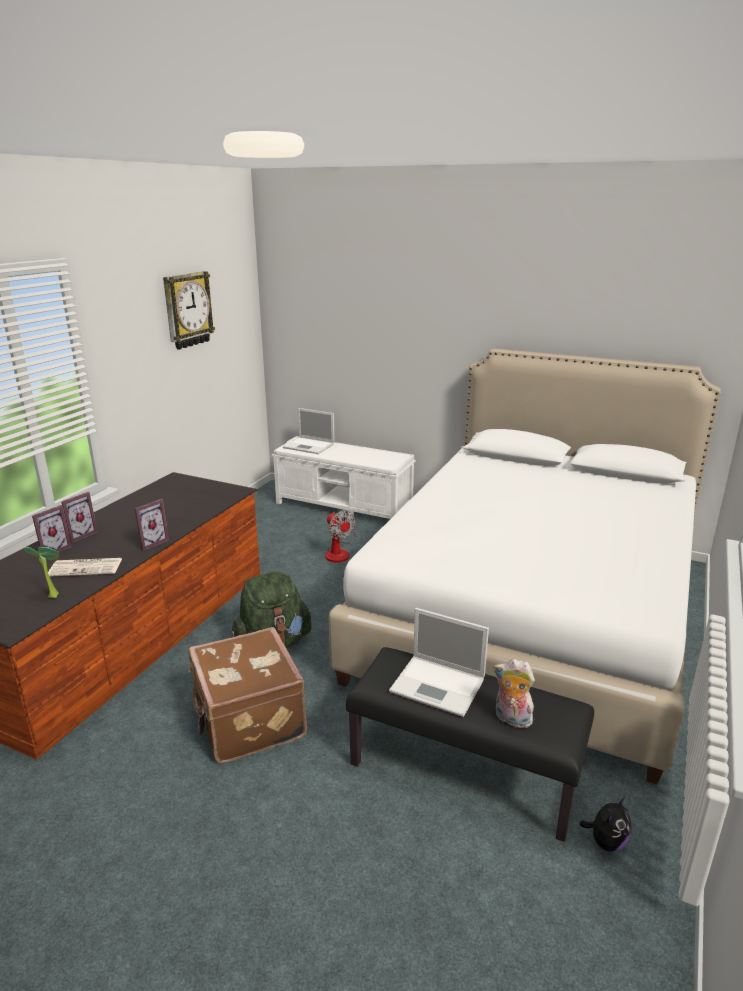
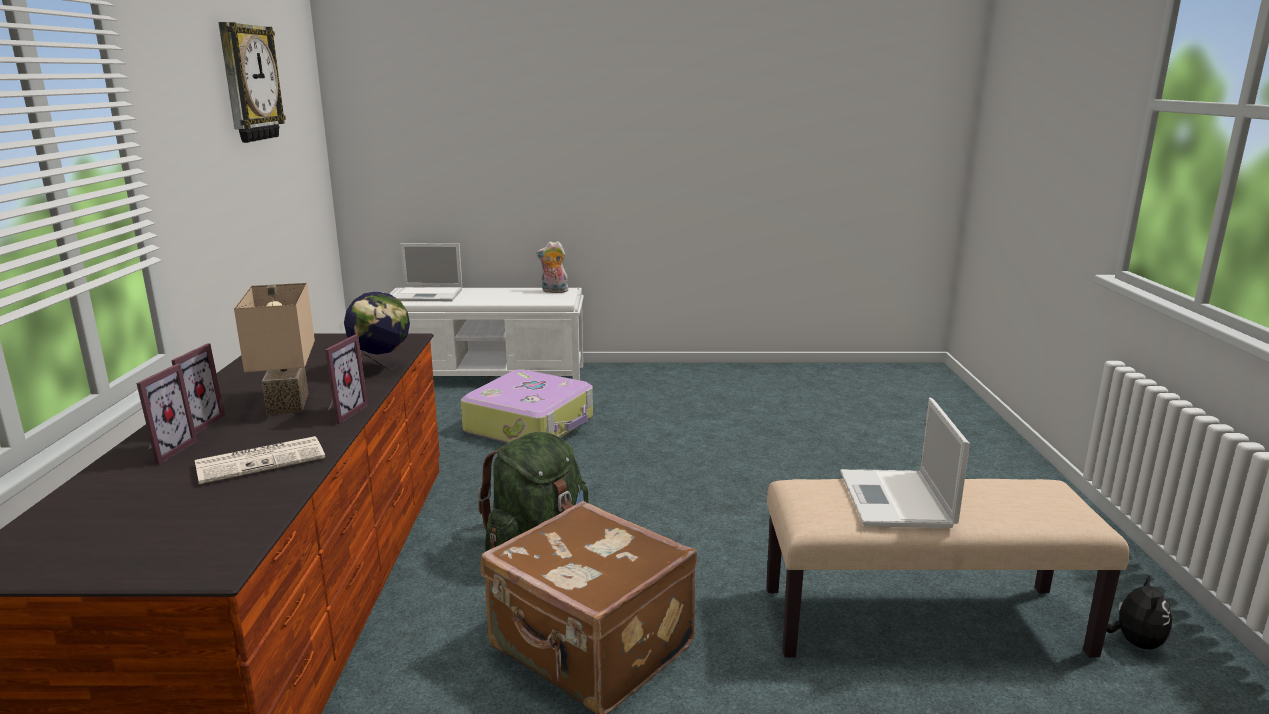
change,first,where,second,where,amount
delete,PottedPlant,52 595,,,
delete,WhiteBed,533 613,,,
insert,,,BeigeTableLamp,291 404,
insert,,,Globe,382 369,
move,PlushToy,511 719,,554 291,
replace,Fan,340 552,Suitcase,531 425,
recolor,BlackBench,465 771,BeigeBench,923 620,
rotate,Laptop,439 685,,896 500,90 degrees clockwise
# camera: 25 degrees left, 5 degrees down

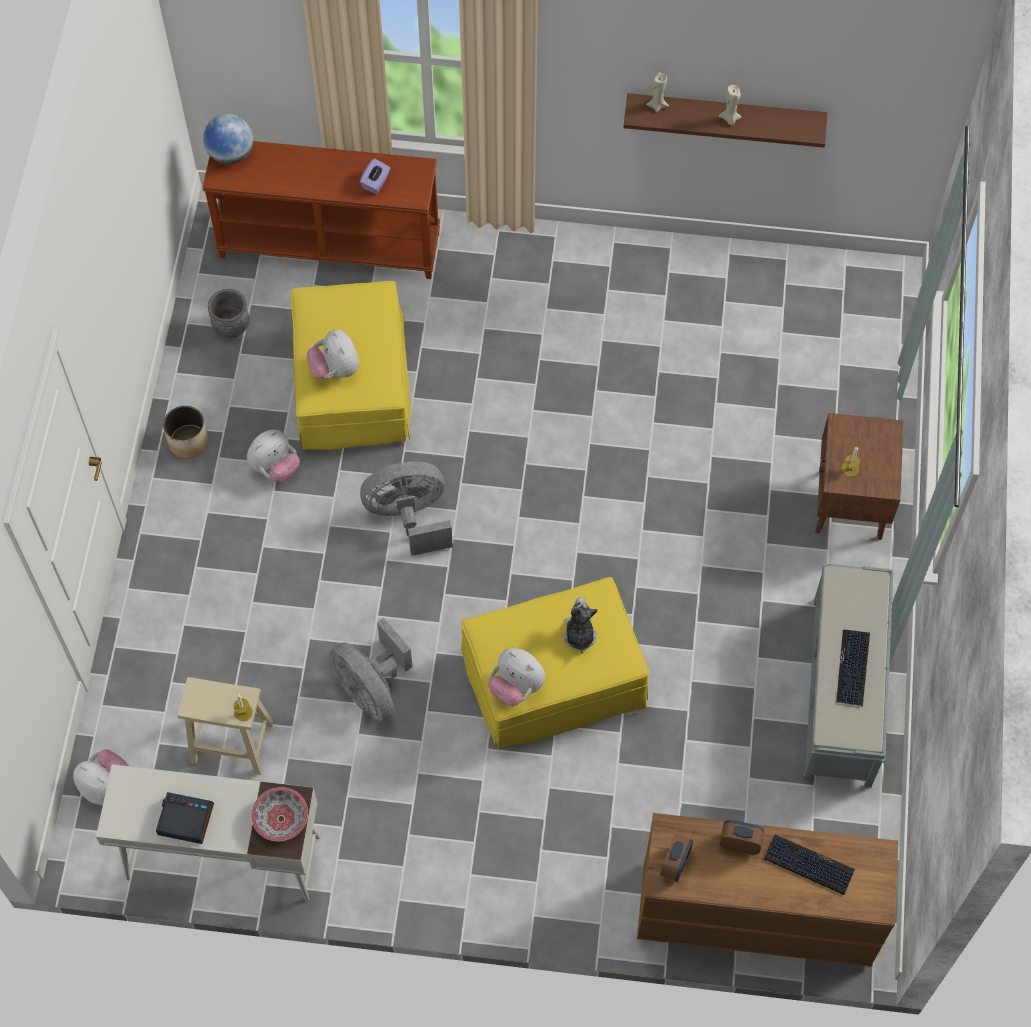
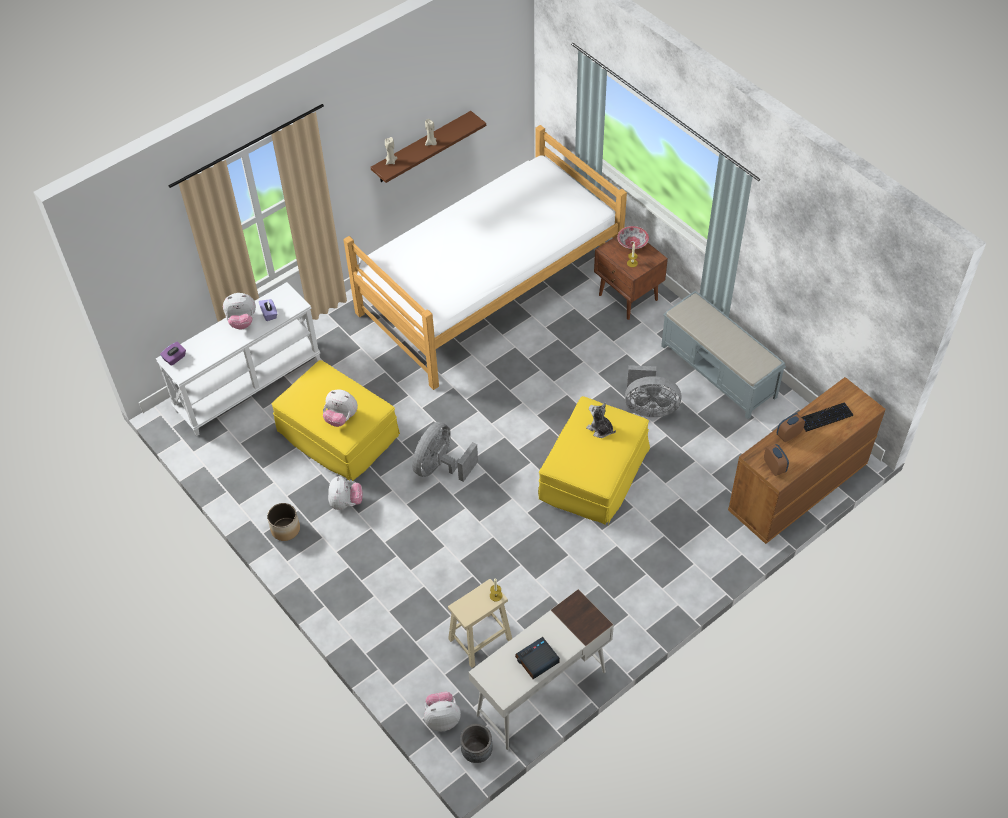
change,first,where,second,where,amount
delete,Keyboard,853 668,,,
insert,,,Bed,490 290,
move,GreyPlanter,231 326,,477 751,
move,Bowl,281 818,,632 243,
move,GreyFan,372 689,,649 408,
move,PlushToy,516 686,,242 321,
replace,Globe,231 154,PurpleTissueBox,175 358,
recolor,BrownConsoleTable,330 243,WhiteConsoleTable,248 384,
# camera: 45 degrees left, 10 degrees down

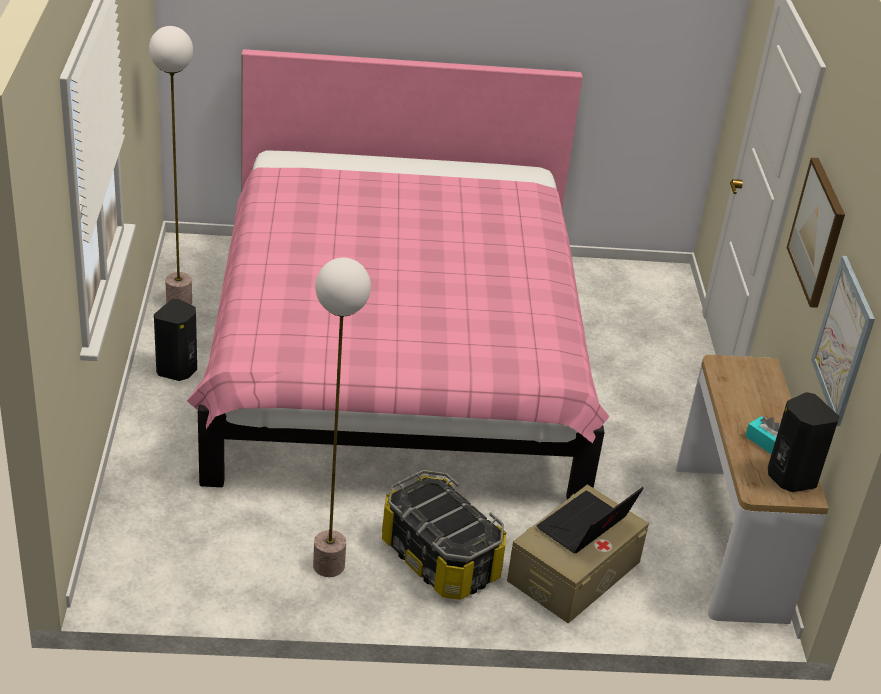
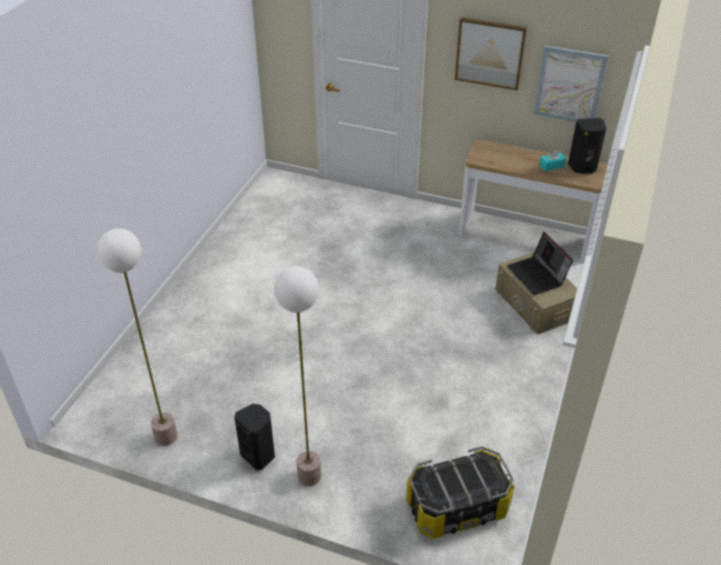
change,first,where,second,where,amount
delete,PinkBed,396 359,,,
move,FloorLamp,328 566,,309 476,
move,StorageBox,439 559,,457 508,
# camera: 65 degrees left, 5 degrees up

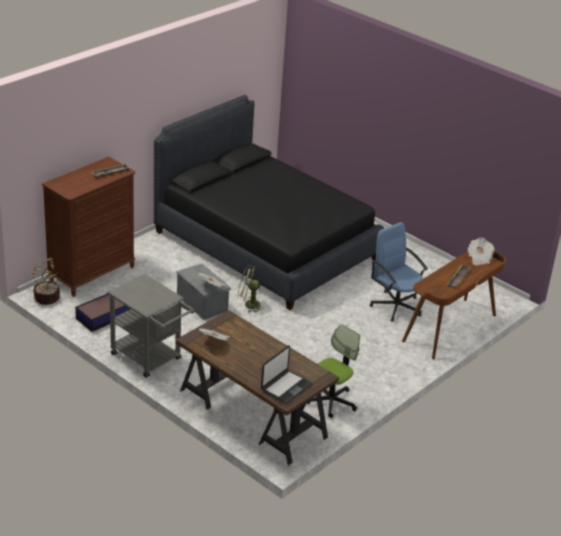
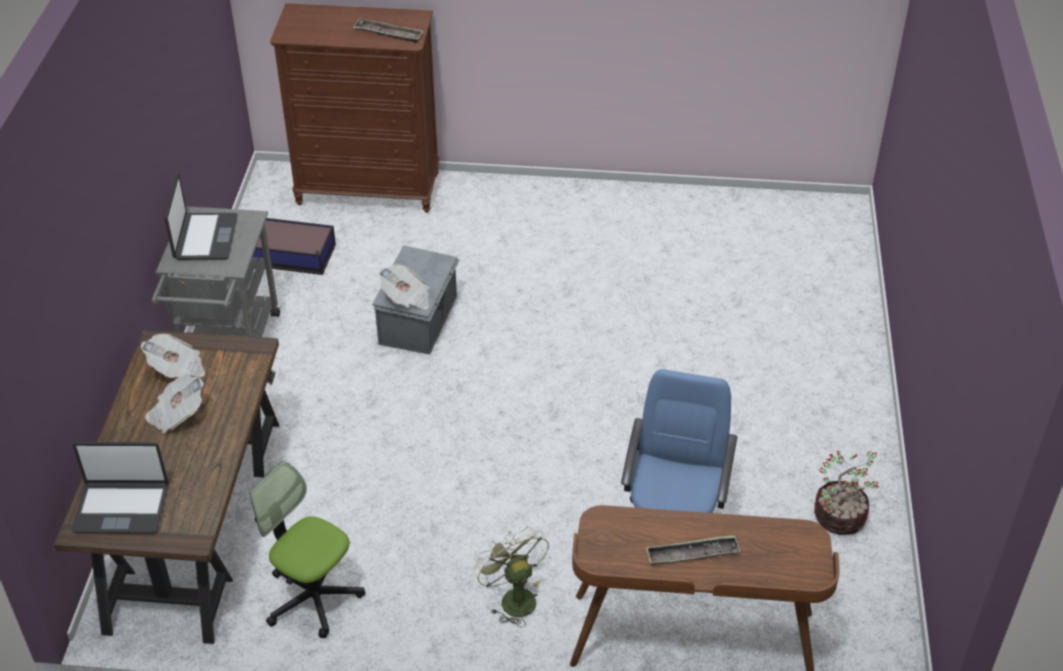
change,first,where,second,where,amount
delete,BlackBed,265 245,,,
insert,,,Laptop,205 238,
move,PottedPlant,47 298,,840 517,
move,GreenFan,248 305,,513 597,
move,Newspaper,479 258,,177 414,
rotate,OfficeChair,331 401,,313 597,150 degrees counterclockwise
# camera: 55 degrees right, 10 degrees up

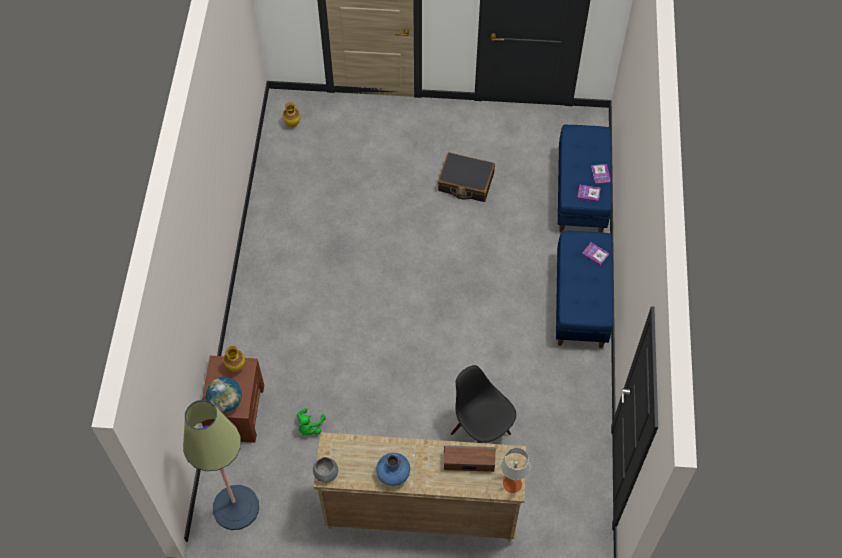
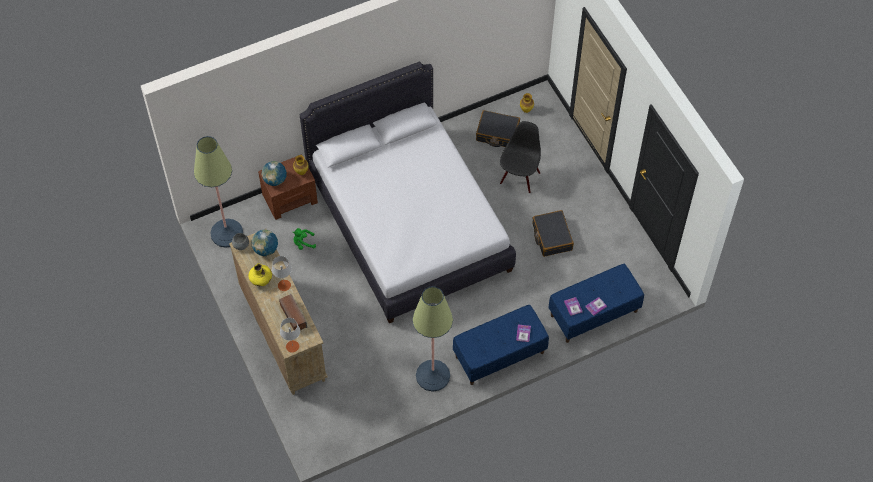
change,first,where,second,where,amount
insert,,,Globe,266 249,
insert,,,GreyTableLamp,284 285,
insert,,,WhiteBed,409 223,
insert,,,FloorLamp,433 375,
insert,,,BlackSuitcase,497 133,
move,BlackChair,481 433,,519 177,
recolor,BlueVase,393 474,YellowVase,261 280,
# camera: 60 degrees right, 0 degrees up

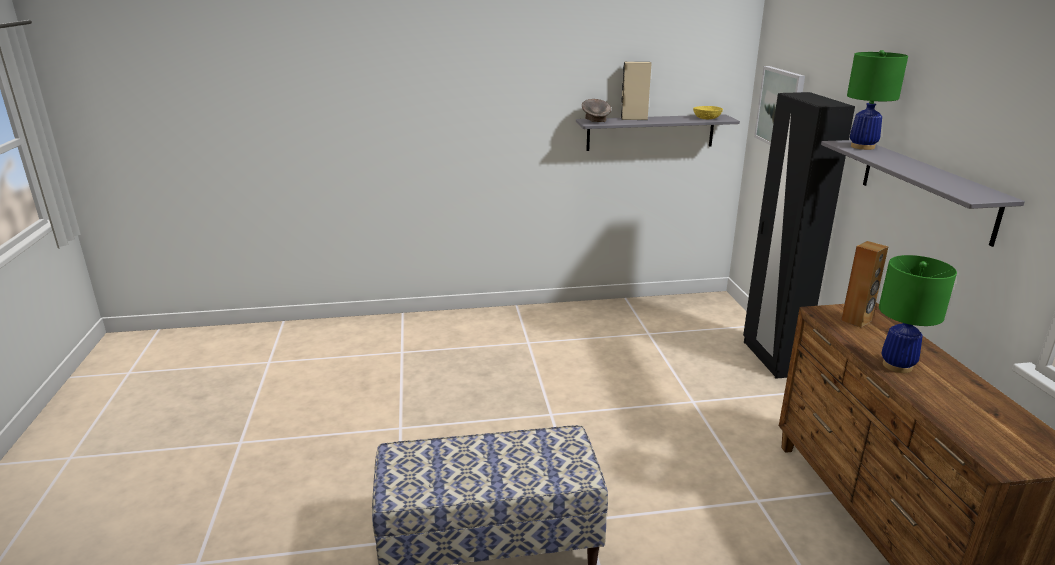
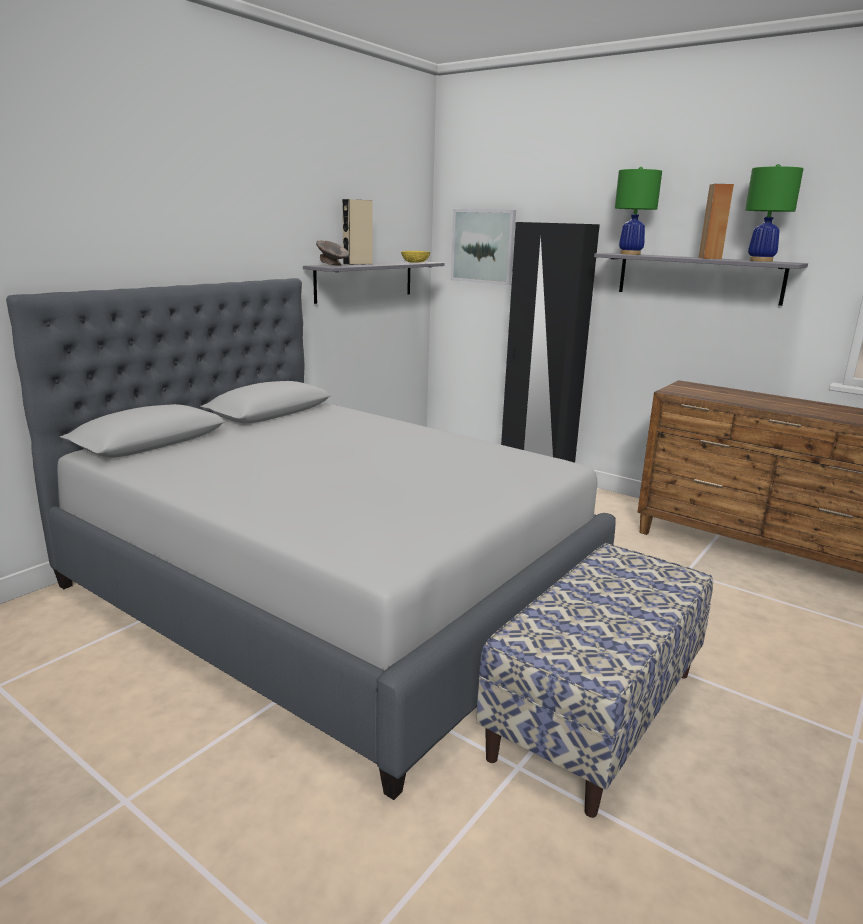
change,first,where,second,where,amount
insert,,,GreyBed,330 592,
move,BrownSpeaker,856 320,,710 258,
move,GreenTableLamp,897 366,,760 261,
# camera: 45 degrees left, 5 degrees down

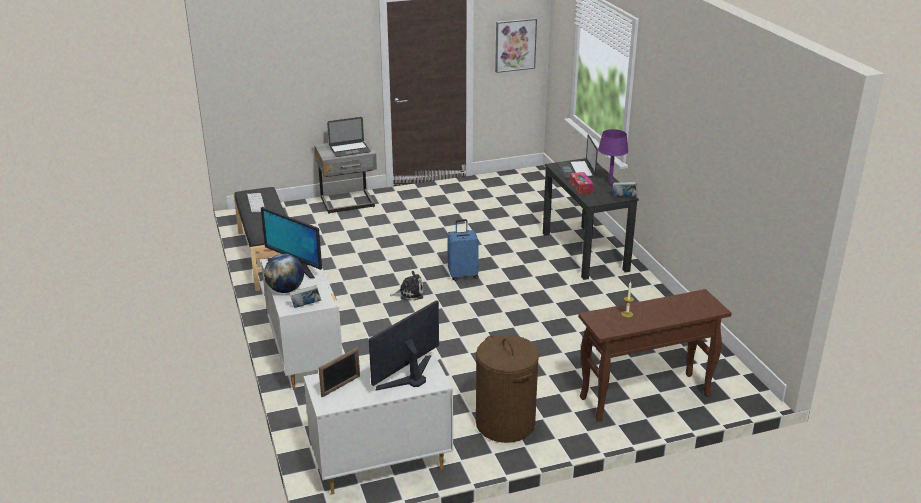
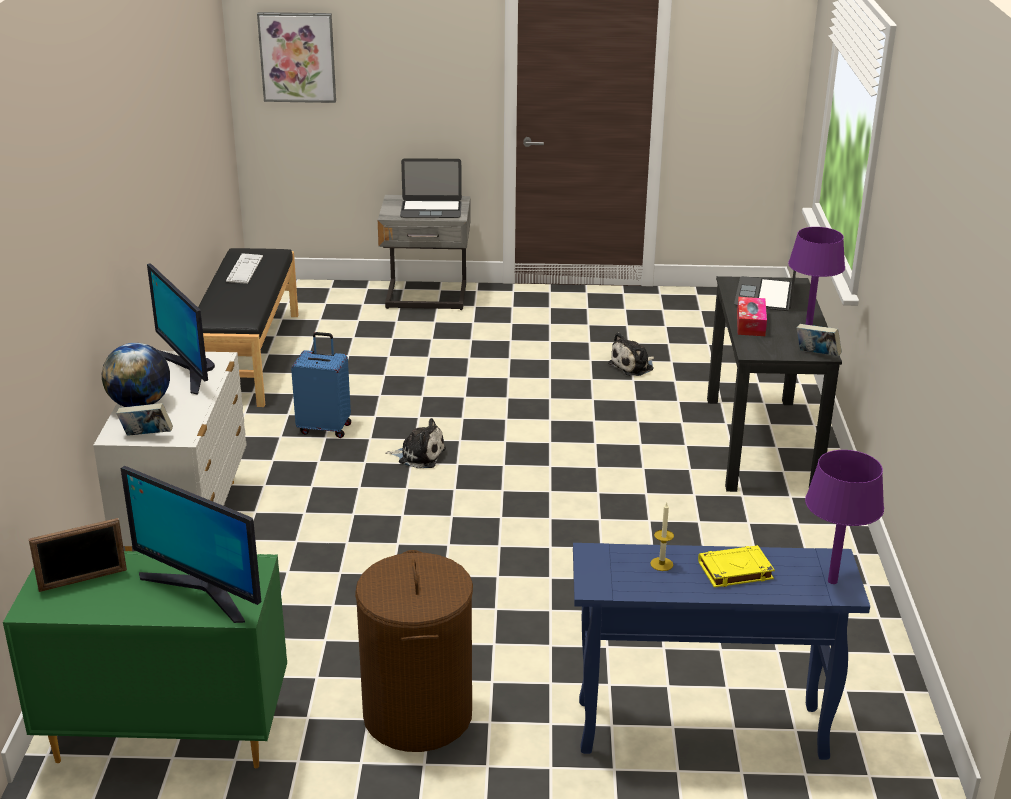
change,first,where,second,where,amount
insert,,,PlushToy,633 366,
insert,,,YellowBook,734 571,
insert,,,PurpleTableLamp,832 581,
move,BlueSuitcase,463 275,,325 428,
move,Picture,515 45,,297 57,
recolor,WhiteDresser,380 465,GreenDresser,165 733,
recolor,BrownConsoleTable,644 397,BlueConsoleTable,698 730,
rotate,Monitor,409 377,,202 591,120 degrees counterclockwise
# camera: 20 degrees right, 0 degrees up

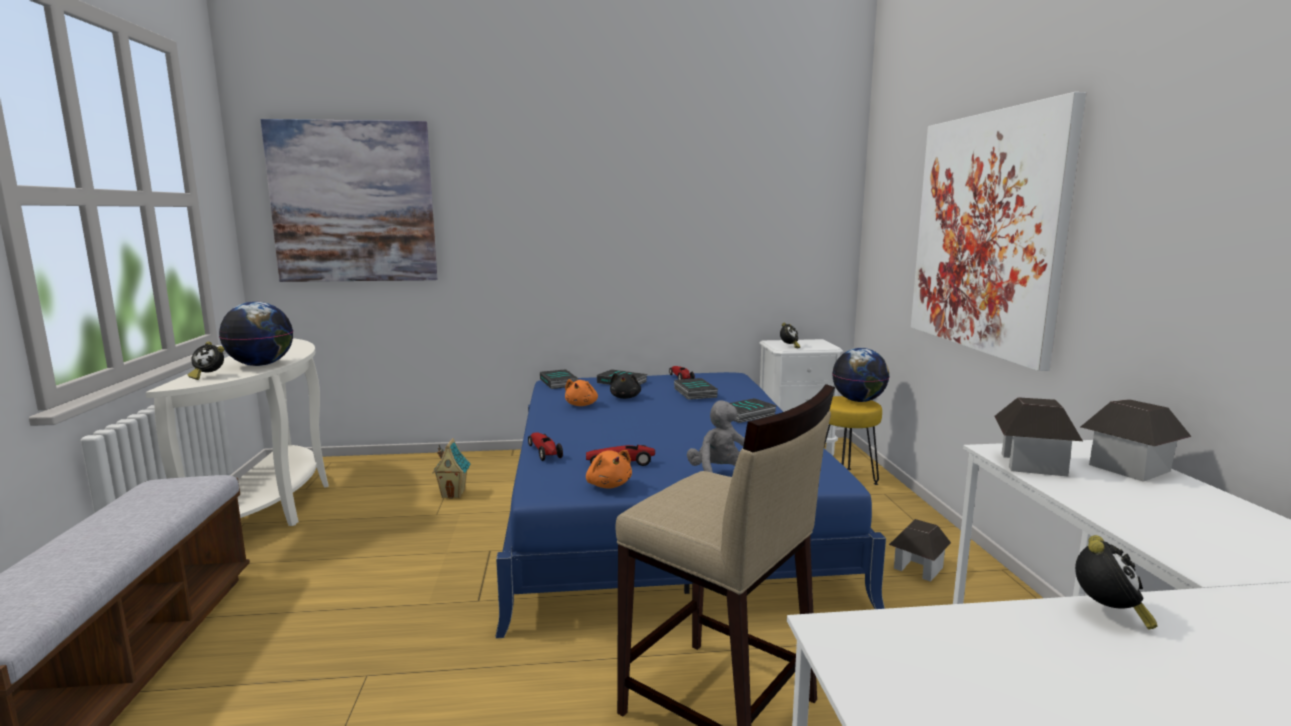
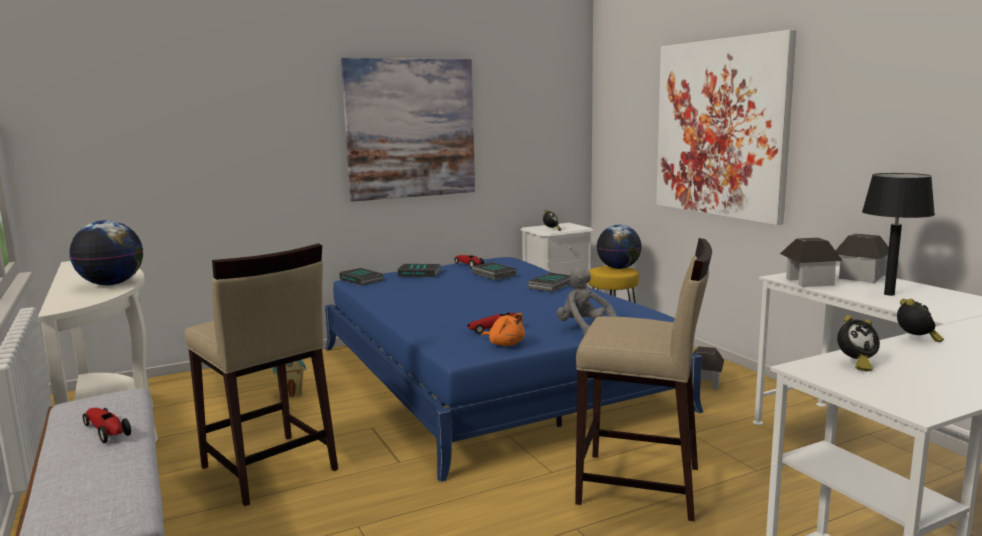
change,first,where,second,where,amount
delete,OrangePlushToy,582 405,,,
delete,BlackPlushToy,625 397,,,
insert,,,BeigeStool,268 469,
insert,,,BlackTableLamp,888 294,
move,AlarmClock,208 376,,855 364,
move,Picture,353 202,,410 128,
move,ToyCar,544 452,,106 431,
# camera: 20 degrees left, 0 degrees up

